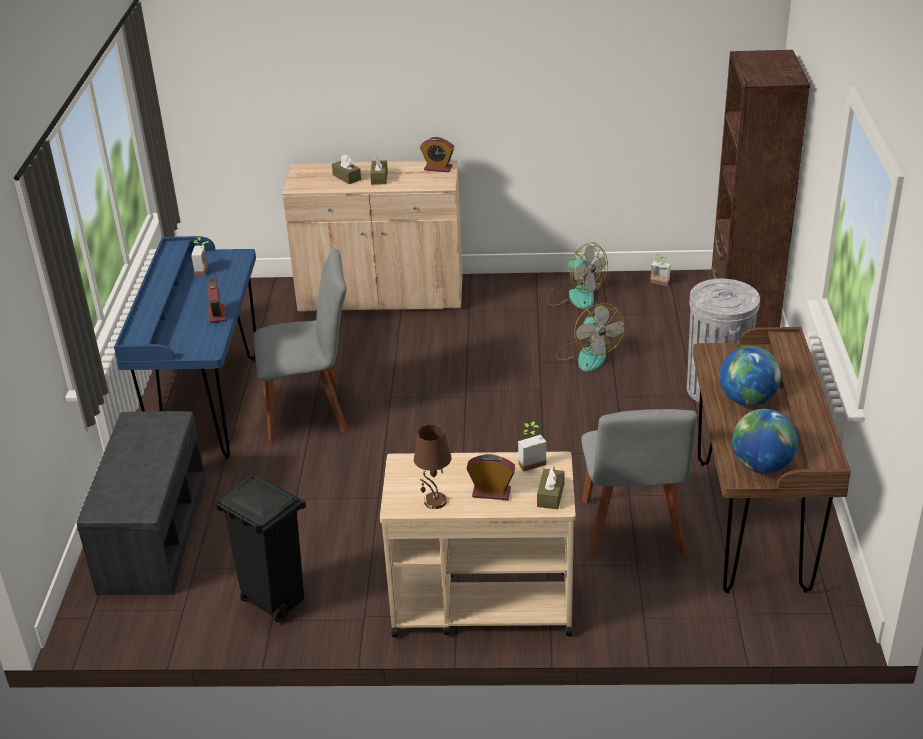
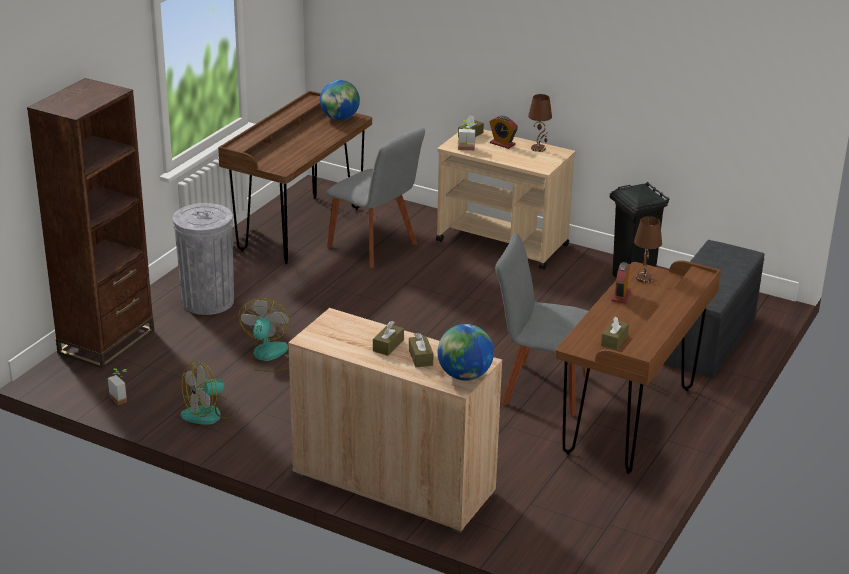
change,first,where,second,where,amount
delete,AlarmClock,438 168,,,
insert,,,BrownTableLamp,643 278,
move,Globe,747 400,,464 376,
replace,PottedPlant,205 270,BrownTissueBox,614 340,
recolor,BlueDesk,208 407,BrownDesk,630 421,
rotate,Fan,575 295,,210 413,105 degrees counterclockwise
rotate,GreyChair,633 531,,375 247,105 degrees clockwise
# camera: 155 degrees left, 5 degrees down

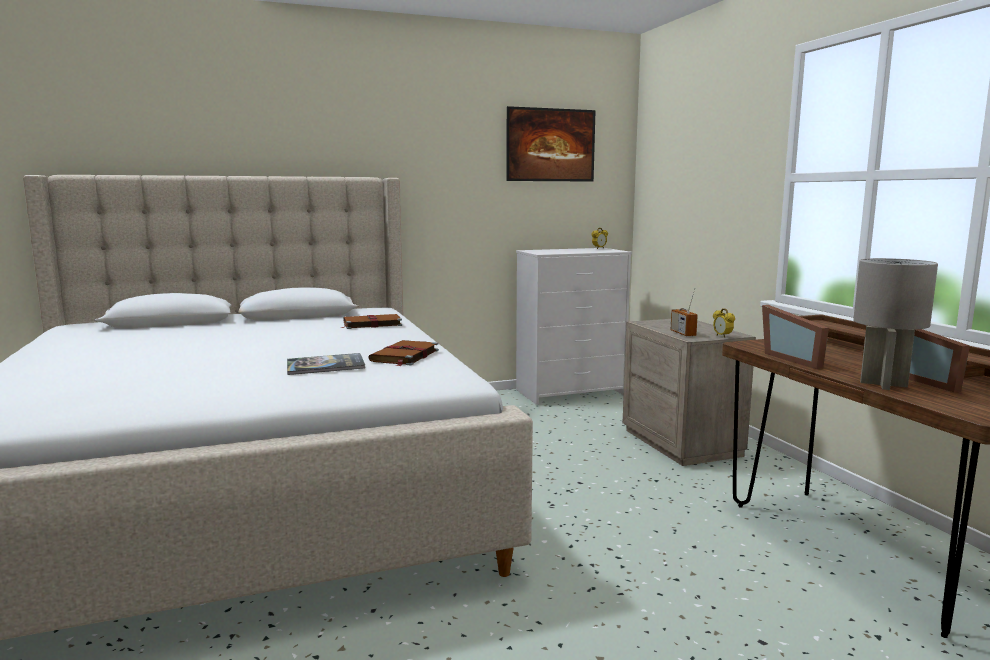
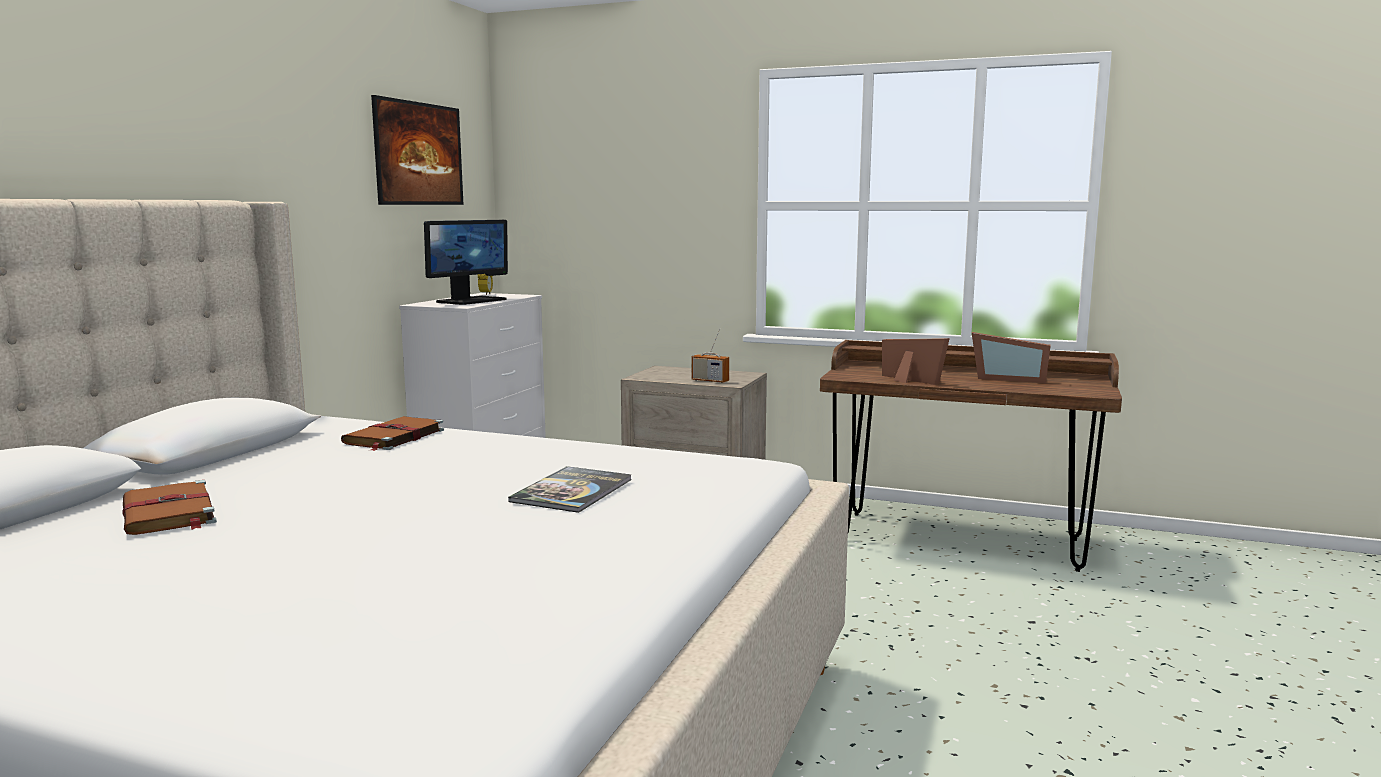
change,first,where,second,where,amount
delete,AlarmClock,722 336,,,
delete,GreyTableLamp,882 384,,,
insert,,,Monitor,471 301,
move,BrownBook,404 356,,169 513,
rotate,PictureFrame,795 359,,908 381,150 degrees counterclockwise
# camera: 50 degrees left, 0 degrees up

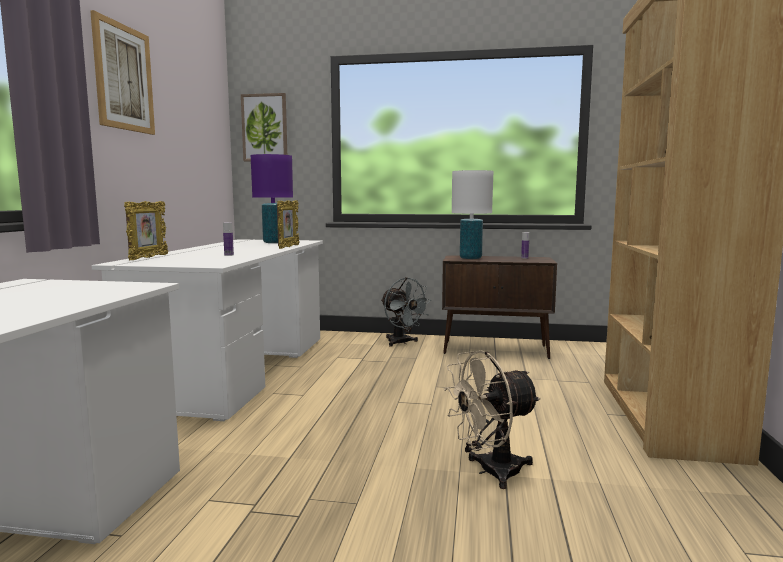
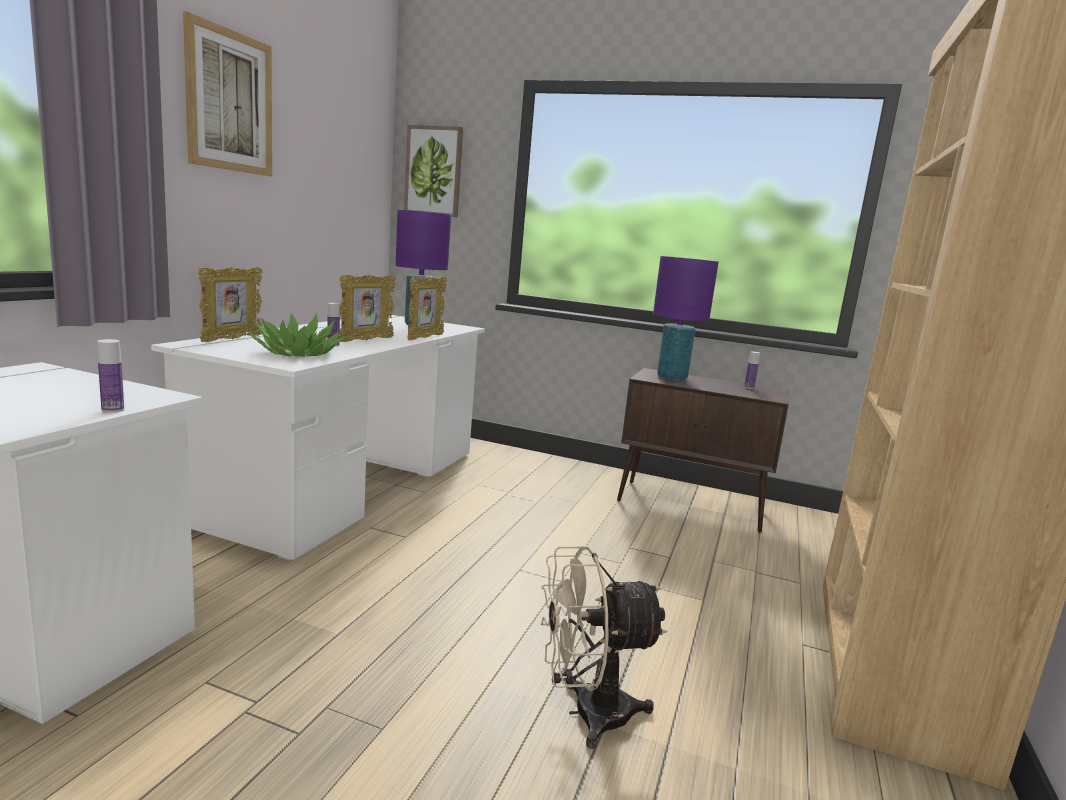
change,first,where,second,where,amount
delete,GreyFan,402 343,,,
insert,,,Bottle,113 410,
insert,,,PottedPlant,298 353,
insert,,,PictureFrame,366 340,
recolor,WhiteTableLamp,470 258,PurpleTableLamp,672 378,
# camera: 10 degrees right, 5 degrees up

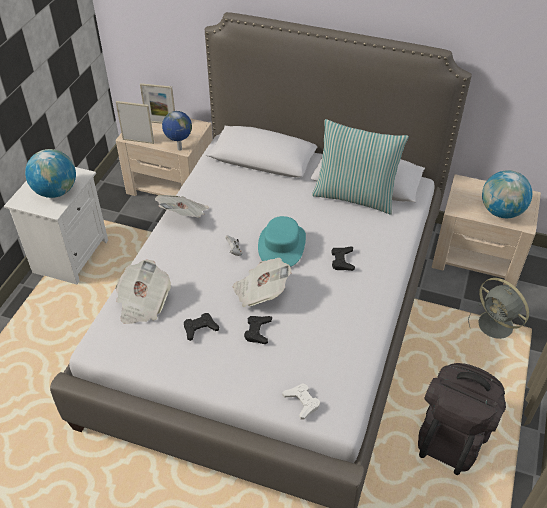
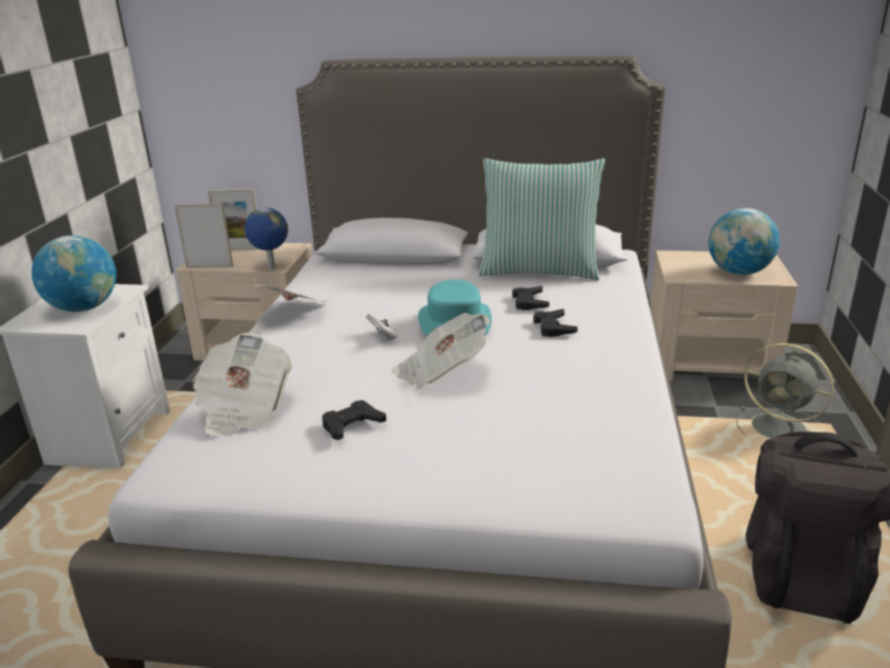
change,first,where,second,where,amount
delete,WhiteGameController,302 402,,,
move,BlackGameController,258 331,,529 302,
# camera: 10 degrees left, 20 degrees down

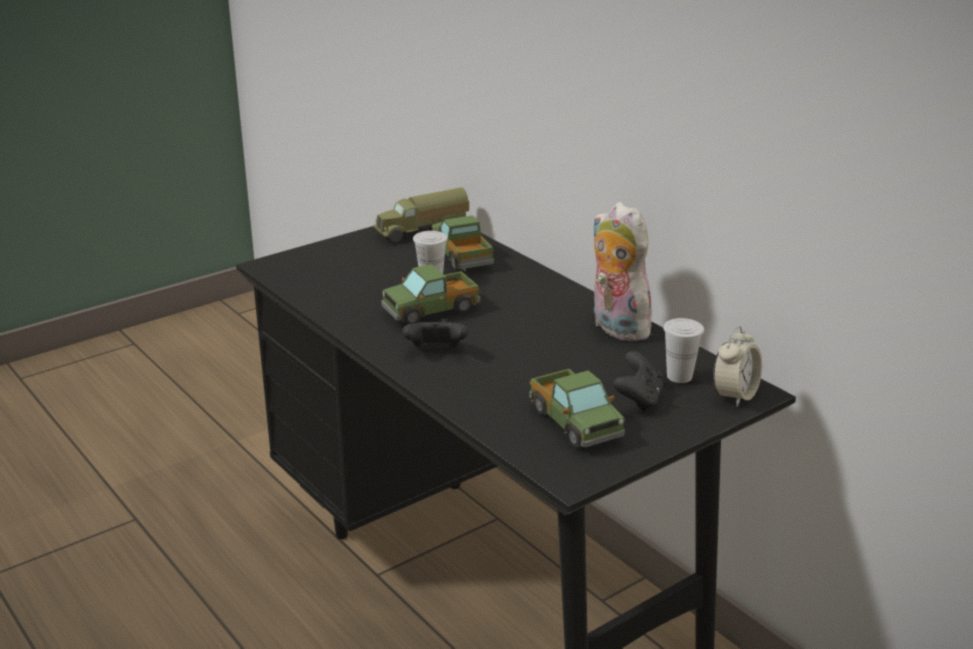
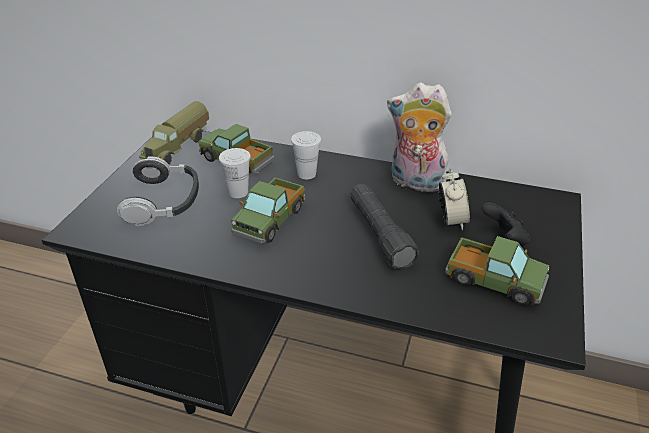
change,first,where,second,where,amount
delete,BlackGameController,436 351,,,
insert,,,Headphones,164 201,
insert,,,BlackFlashlight,380 234,
move,WhiteCup,679 376,,306 174,
move,AlarmClock,735 395,,451 221,
# camera: 35 degrees left, 10 degrees up

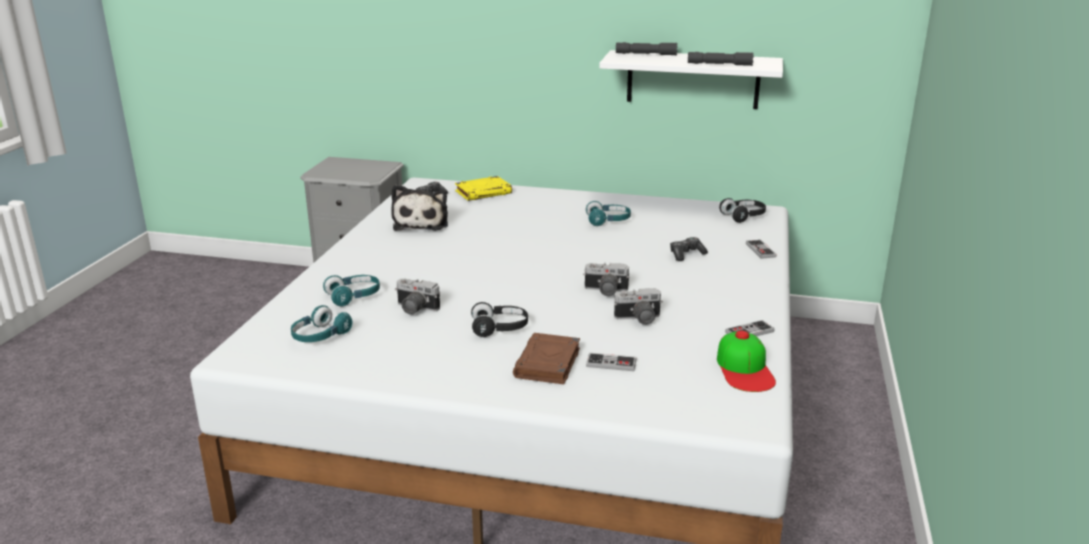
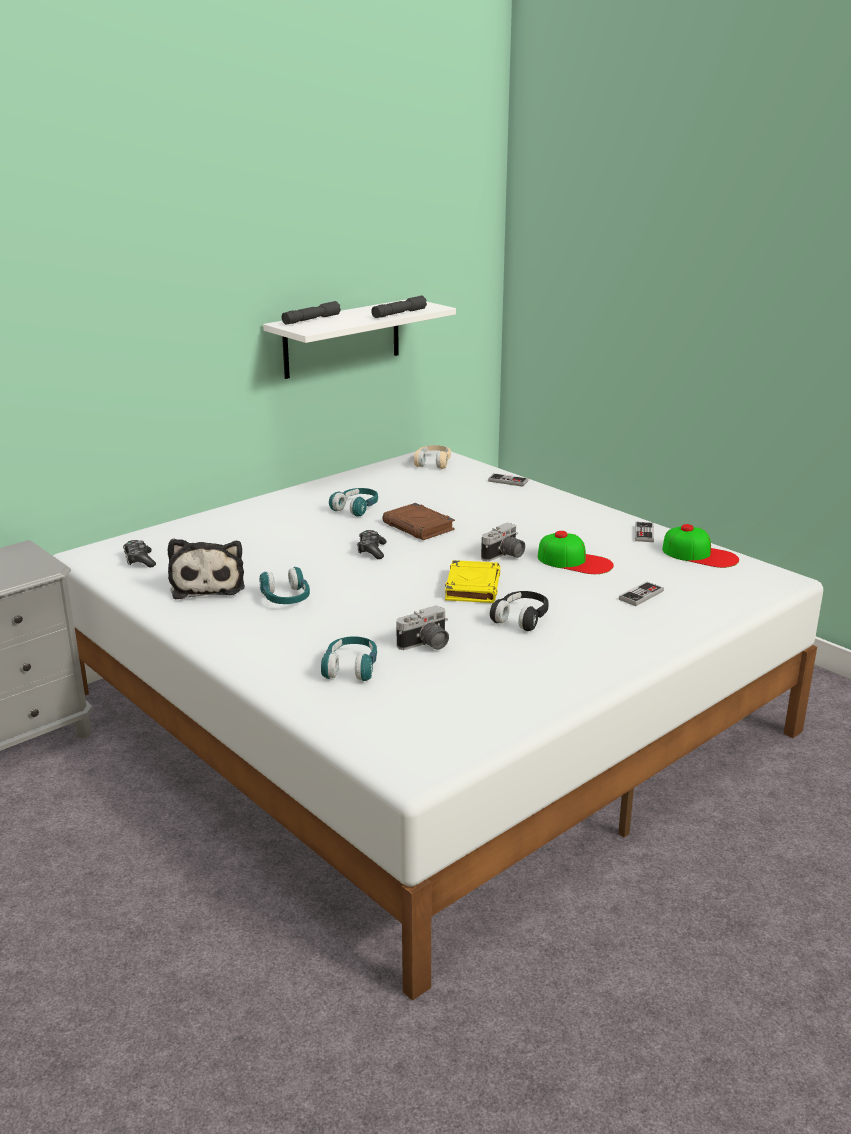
change,first,where,second,where,amount
move,TurquoiseHeadphones,320 336,,286 599,
move,YellowBook,484 192,,472 586,
move,BrownBook,547 364,,419 527,
move,GameController,686 254,,371 551,
replace,PhotoCamera,638 319,Cap,575 561,
recolor,BlackHeadphones,743 216,BeigeHeadphones,433 463,
rotate,PlushToy,422 223,,208 585,45 degrees clockwise
# camera: 55 degrees left, 0 degrees up

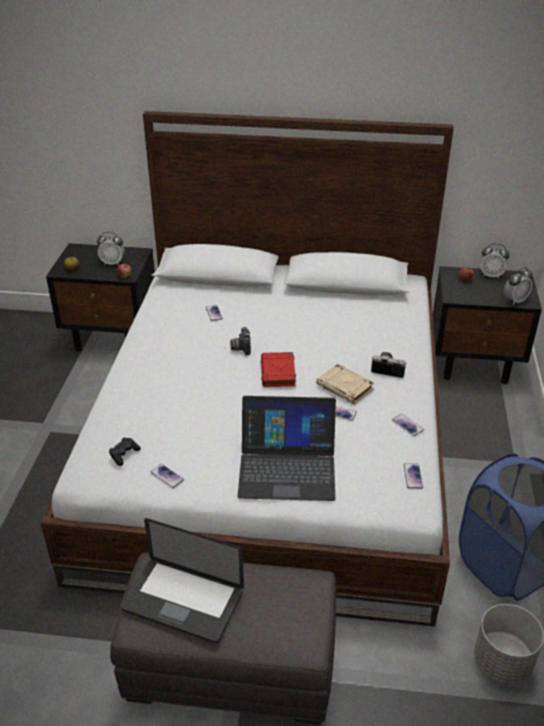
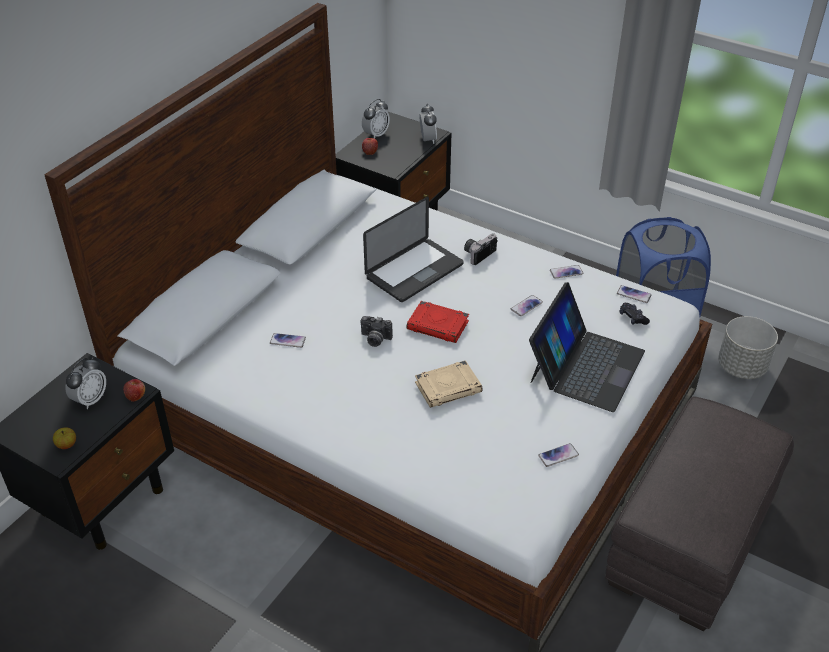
change,first,where,second,where,amount
move,BlackGameController,124 454,,632 318,
move,Laptop,183 601,,414 271,
move,BeigeBook,345 387,,448 387,
# camera: 65 degrees left, 5 degrees up

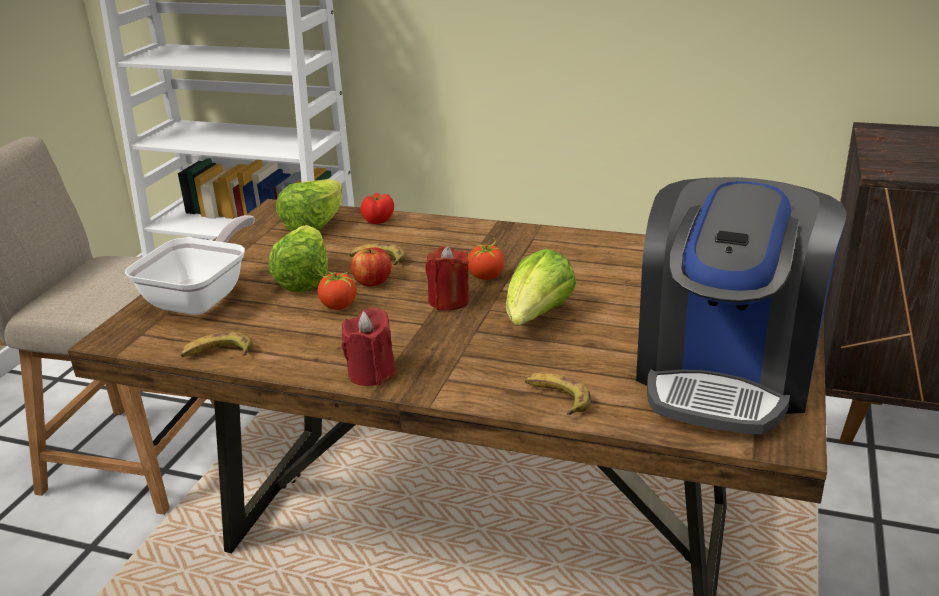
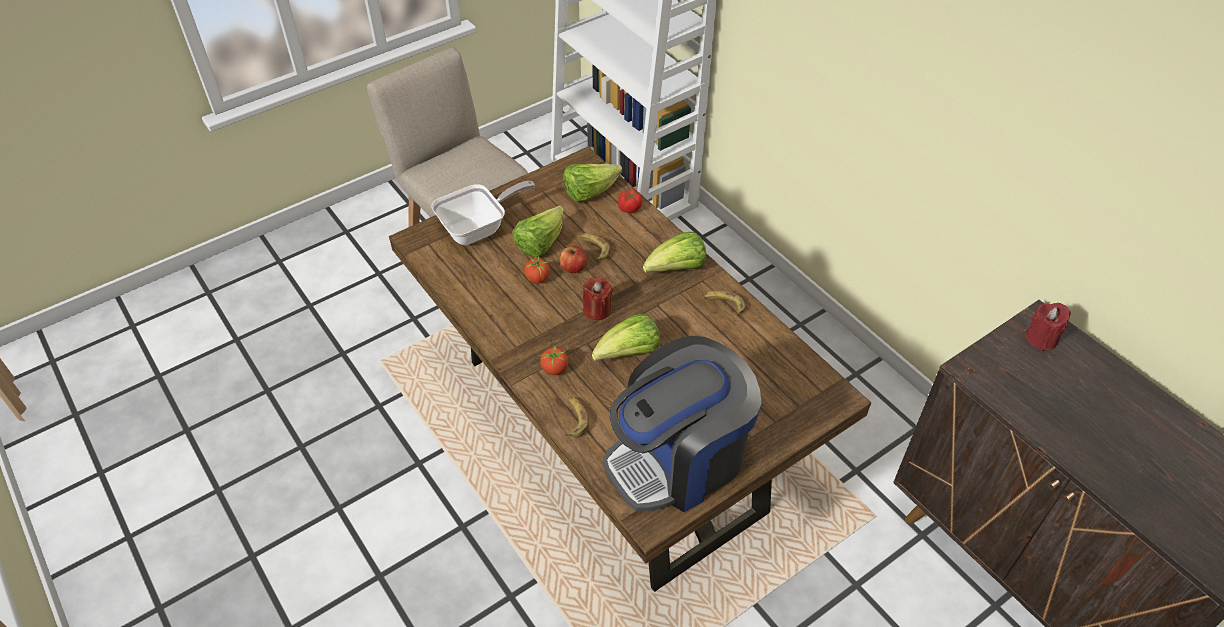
change,first,where,second,where,amount
insert,,,Lettuce,676 269,
move,Banana,217 354,,724 304,
move,RedCandle,371 373,,1041 338,
move,Tomato,486 276,,555 369,
# camera: 35 degrees right, 20 degrees up

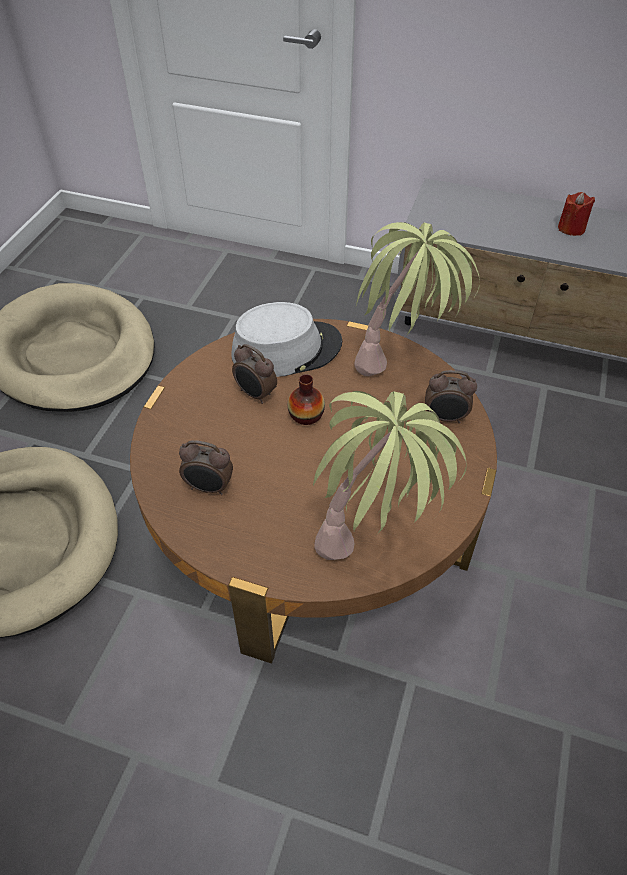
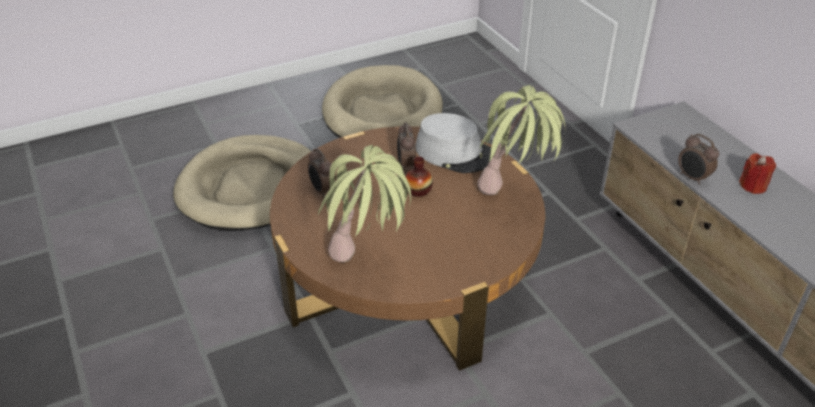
change,first,where,second,where,amount
move,AlarmClock,445 418,,692 178,
# camera: 45 degrees right, 10 degrees down

